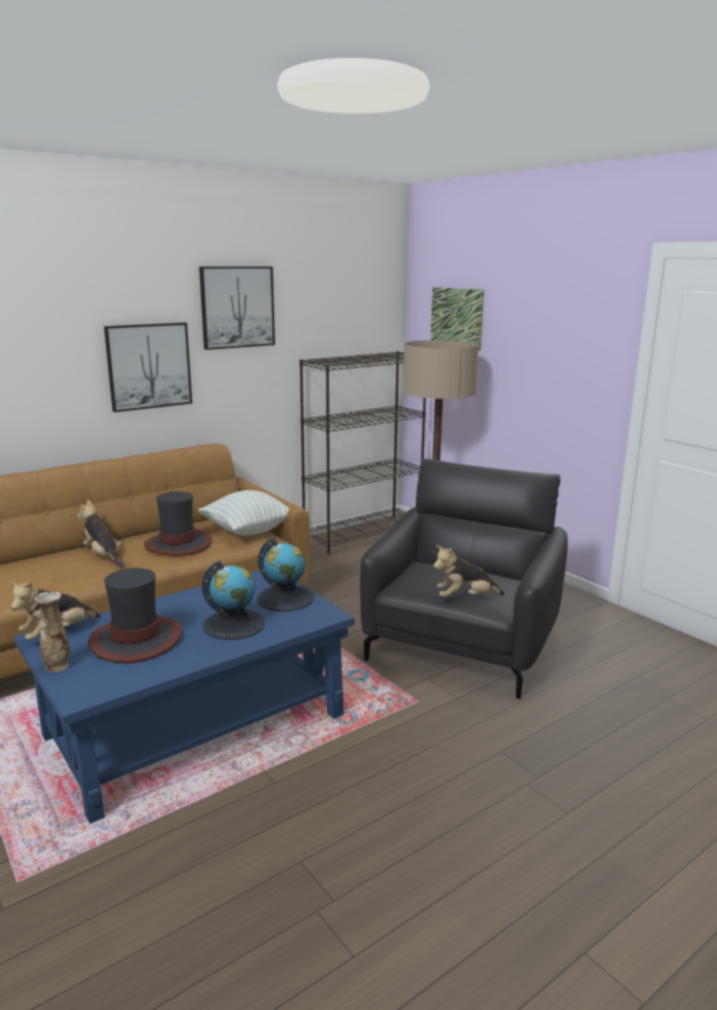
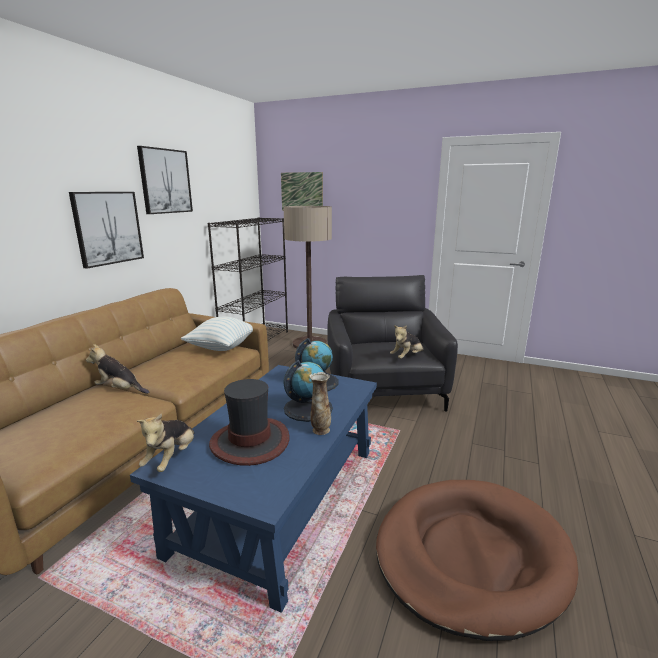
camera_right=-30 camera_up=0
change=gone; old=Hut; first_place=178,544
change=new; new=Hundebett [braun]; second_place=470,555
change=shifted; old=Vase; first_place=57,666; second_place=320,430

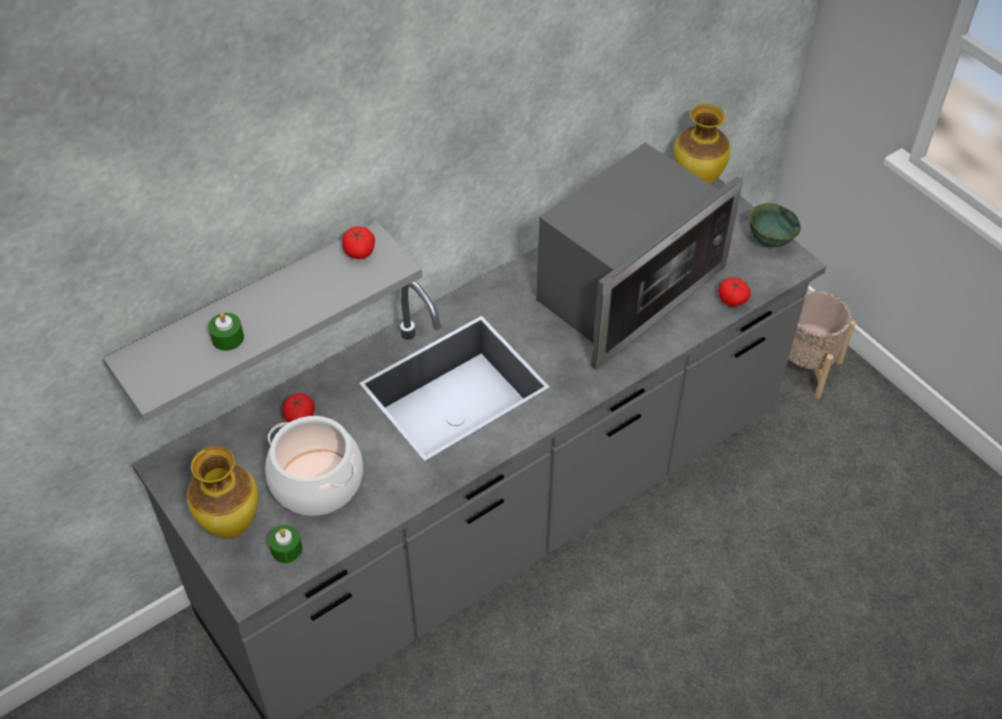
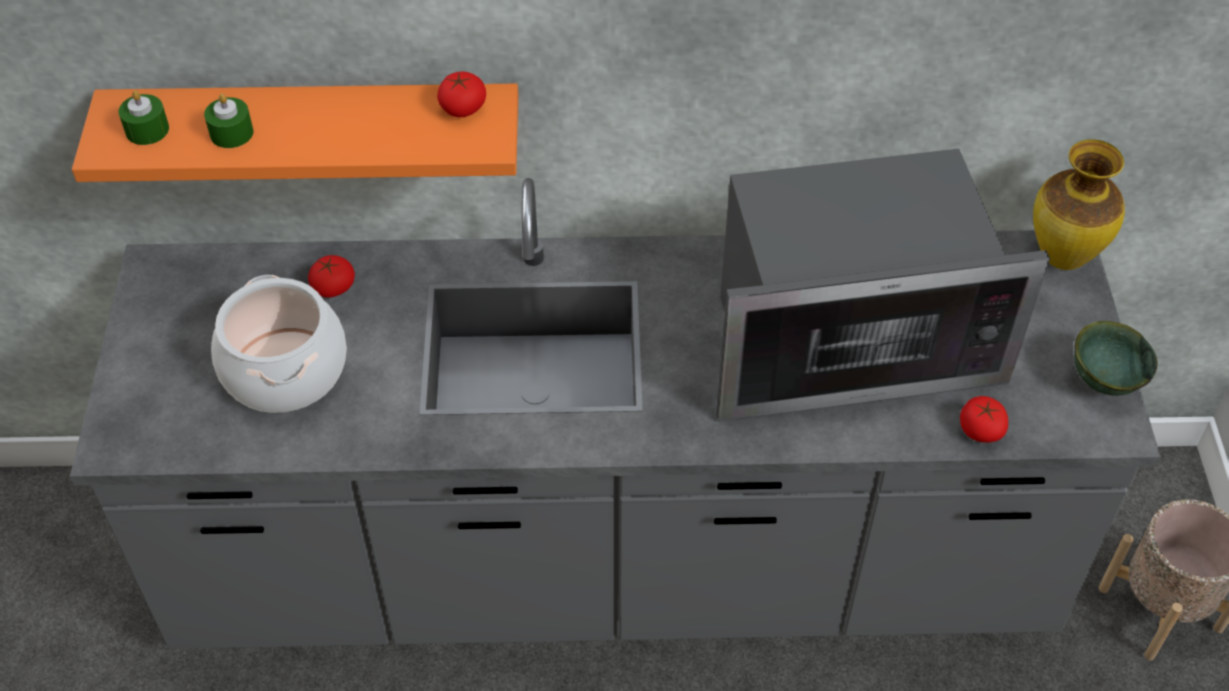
camera_right=35 camera_up=0
change=gone; old=Vase; first_place=233,526
change=shifted; old=Kerze [grün]; first_place=286,549; second_place=147,130
change=repainted; old=Wandregal [grau]; new=Wandregal [orange]; first_place=252,315; second_place=315,130

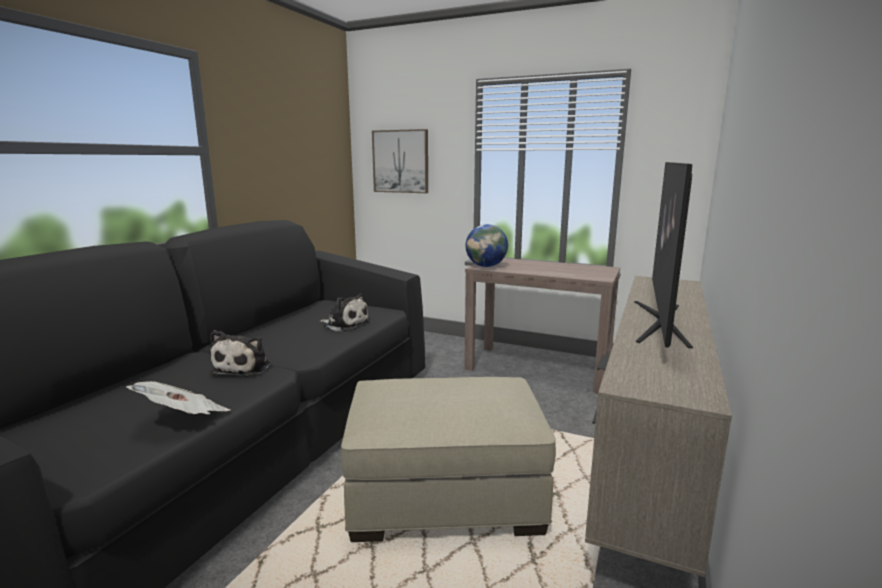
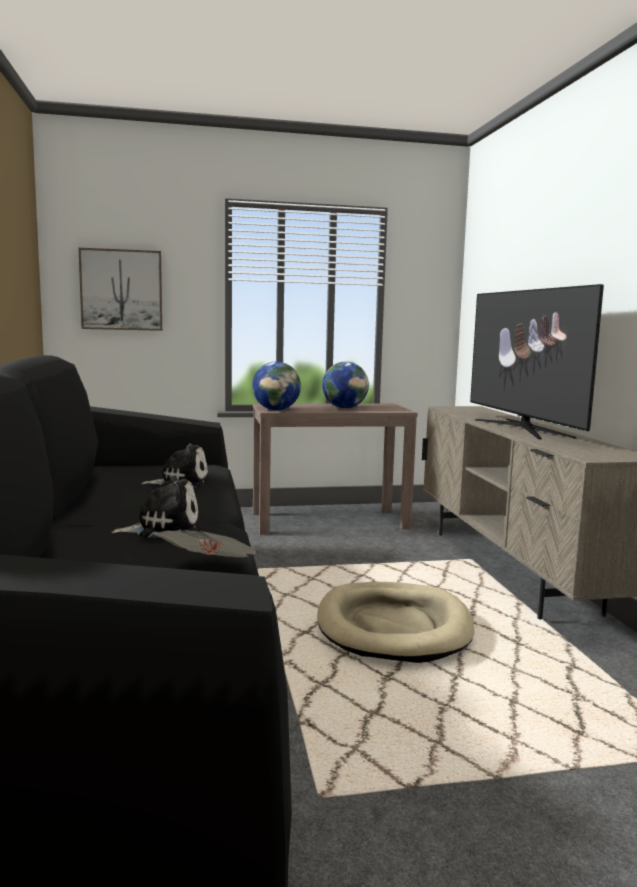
camera_right=-35 camera_up=-5
change=new; new=Globus; second_place=344,408
change=swapped; old=Polsterhocker [beige]; new=Hundebett [beige]; first_place=446,494; second_place=393,627
change=rotated; old=Plüschtier; first_place=244,367; second_place=163,528; degrees=-75

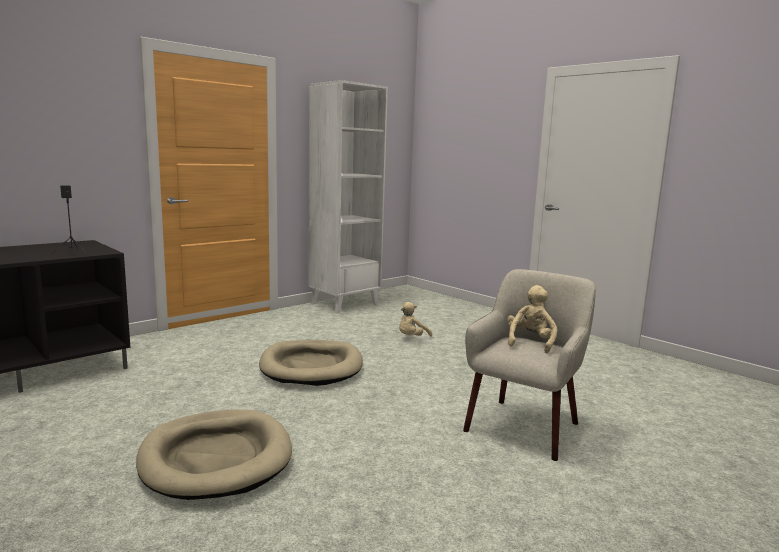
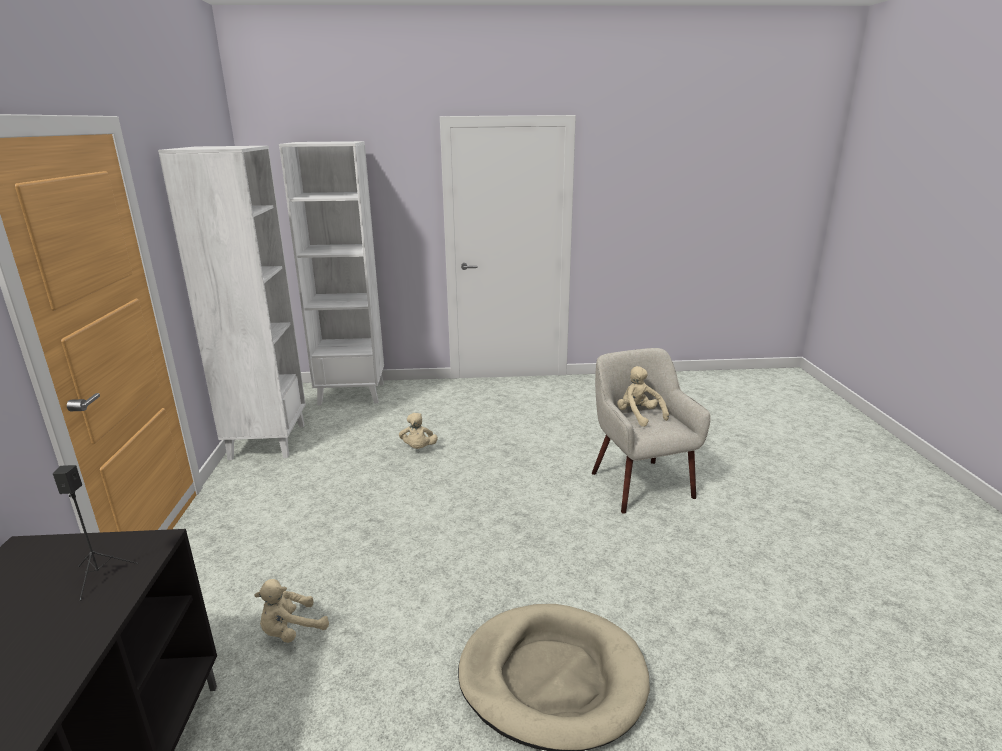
camera_right=-50 camera_up=10
change=gone; old=Hundebett [beige]; first_place=311,367
change=new; new=Plüschtier [beige]; second_place=291,631
change=new; new=Bücherregal [weiß]; second_place=352,393

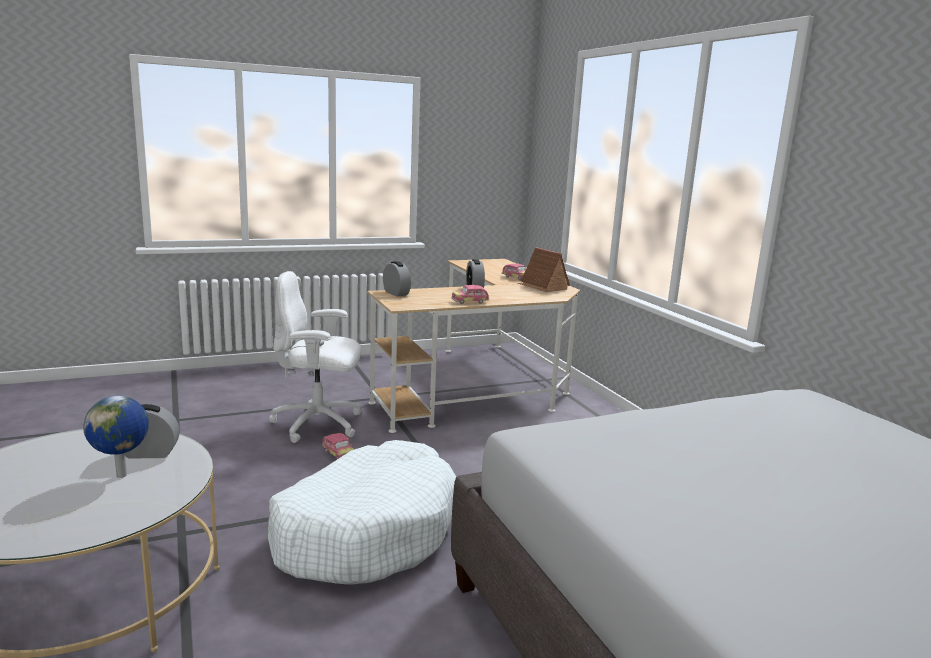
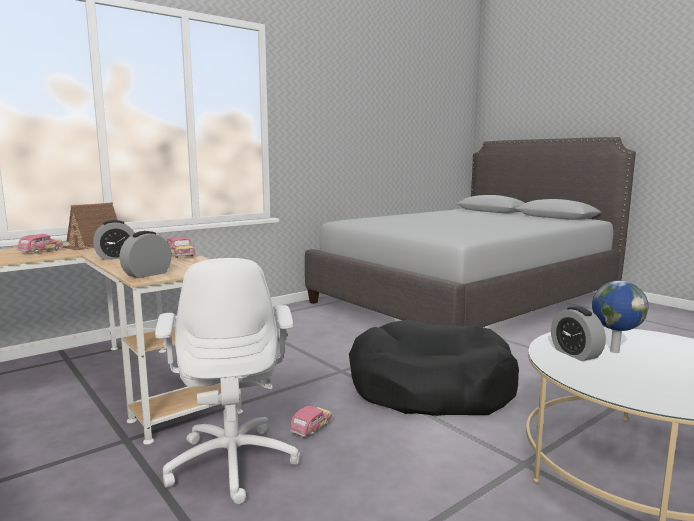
camera_right=-105 camera_up=-5
change=repainted; old=Hundebett [weiß]; new=Hundebett [schwarz]; first_place=366,531; second_place=430,388

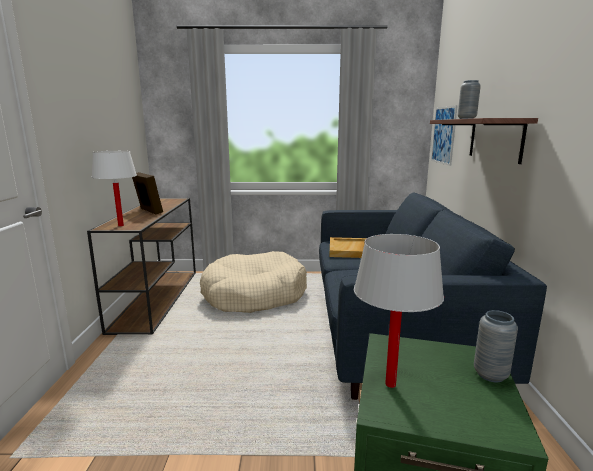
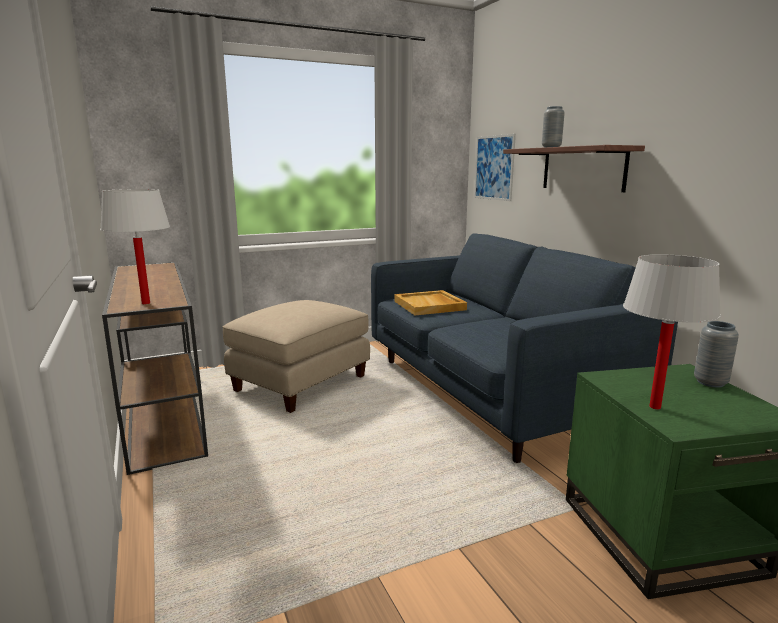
camera_right=-25 camera_up=0
change=gone; old=Bilderrahmen; first_place=149,211
change=swapped; old=Hundebett [beige]; new=Polsterhocker [beige]; first_place=254,294; second_place=300,383

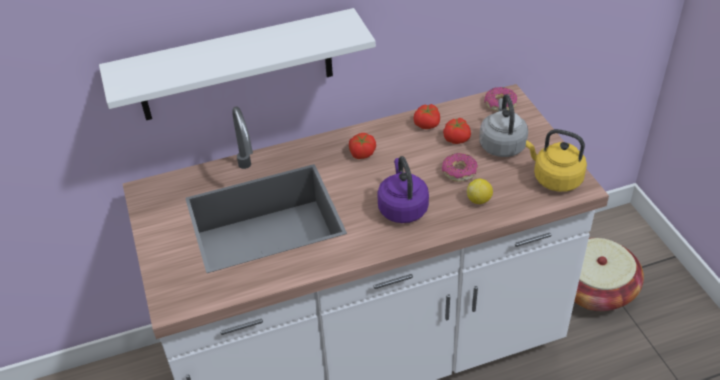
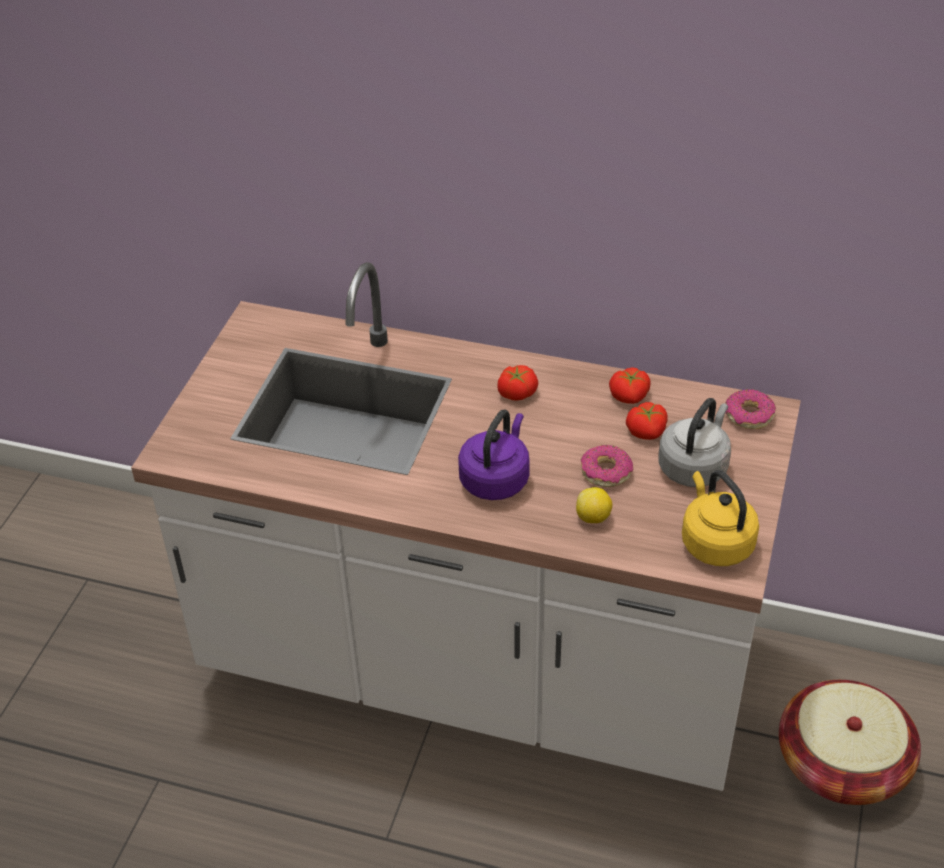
camera_right=35 camera_up=0
change=gone; old=Wandregal [weiß]; first_place=236,66

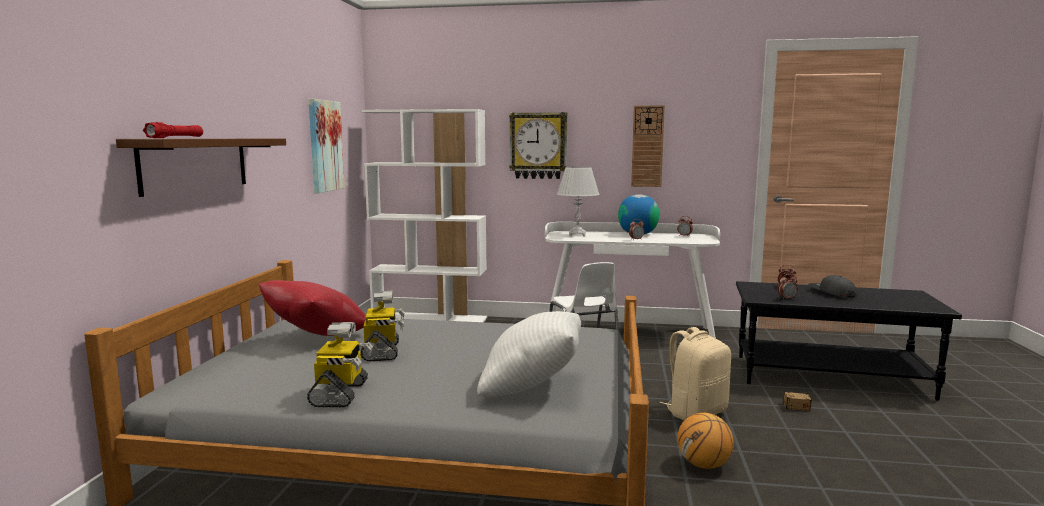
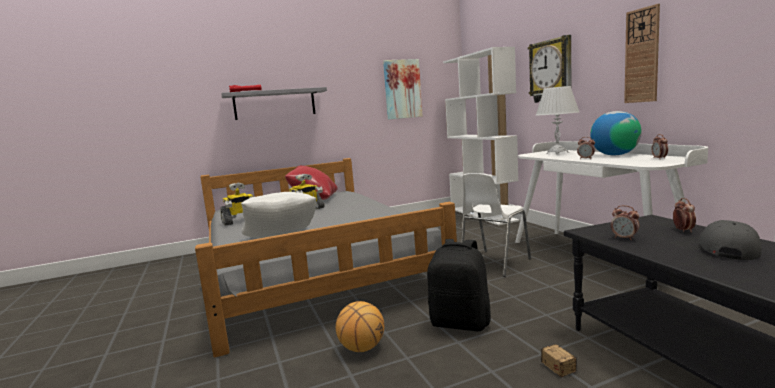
camera_right=60 camera_up=0
change=repainted; old=Wandregal [braun]; new=Wandregal [grau]; first_place=195,164; second_place=275,104
change=repainted; old=Rucksack [beige]; new=Rucksack [schwarz]; first_place=695,412; second_place=460,323

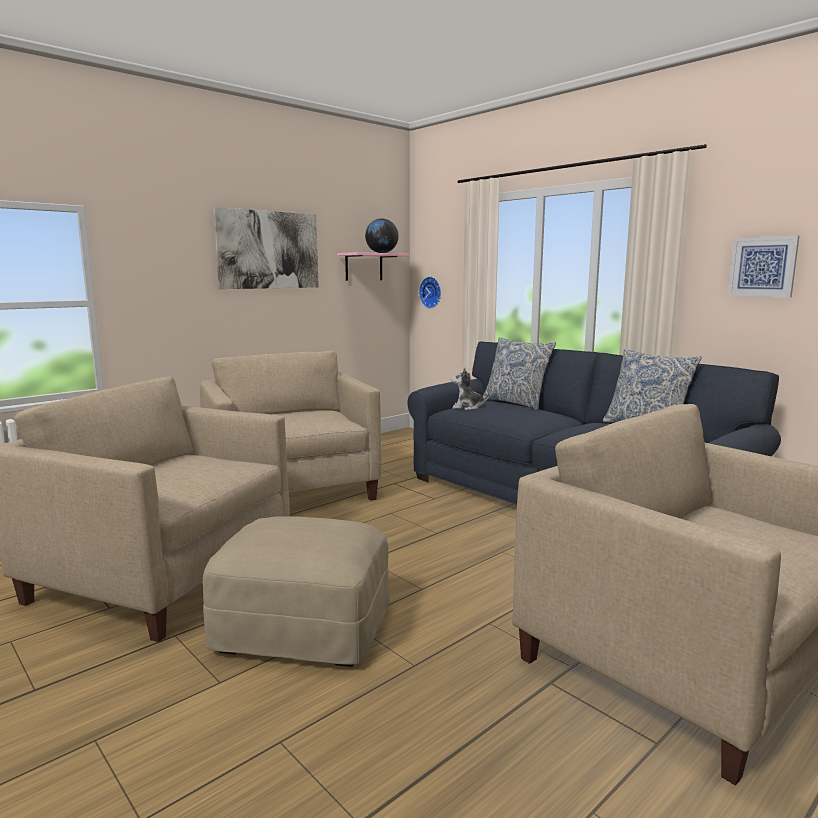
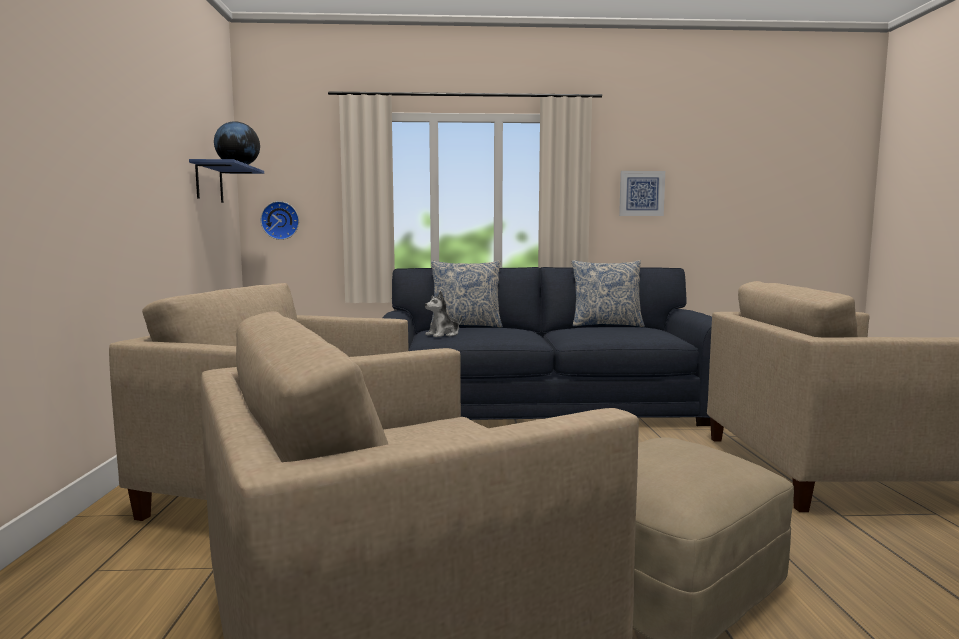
camera_right=-50 camera_up=-5
change=gone; old=Bild; first_place=269,250
change=repainted; old=Wandregal [rosa]; new=Wandregal [blau]; first_place=364,267; second_place=209,183

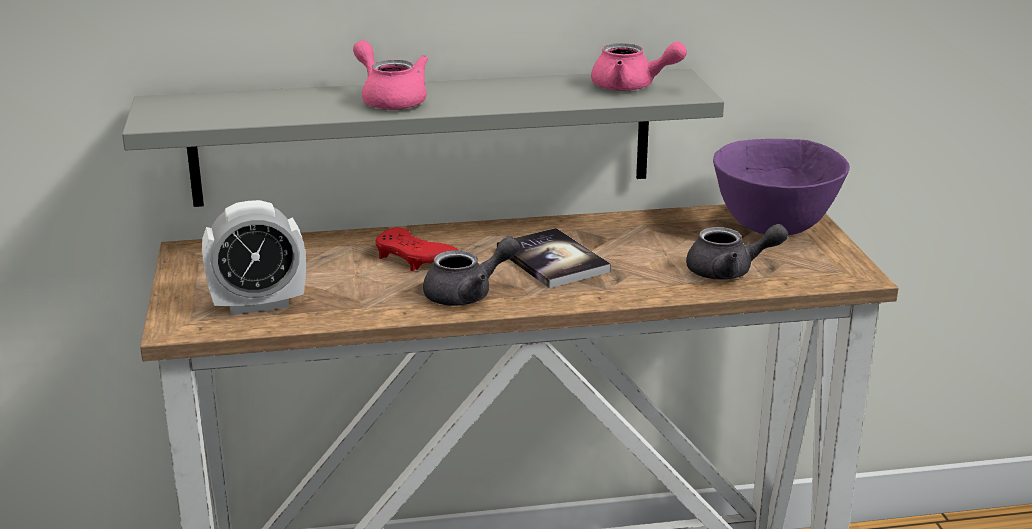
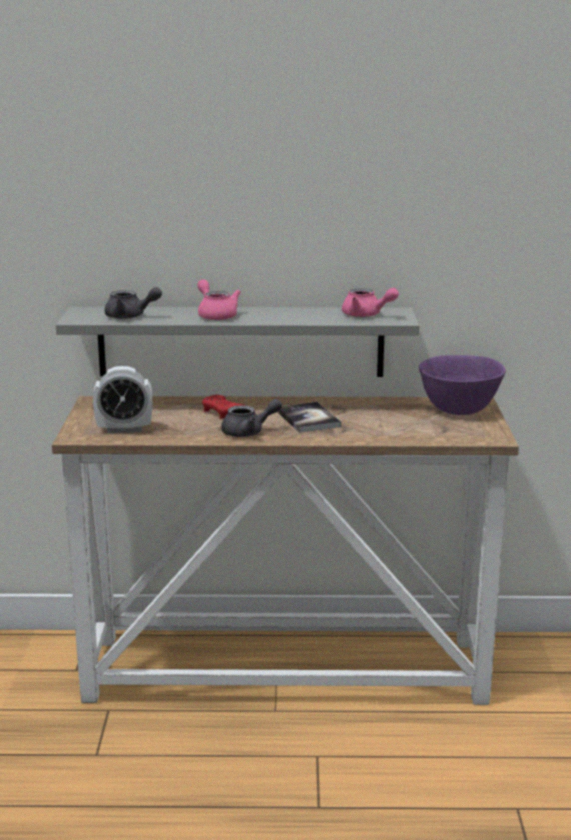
camera_right=10 camera_up=-5
change=shifted; old=Teekanne [grau]; first_place=729,271; second_place=130,316

